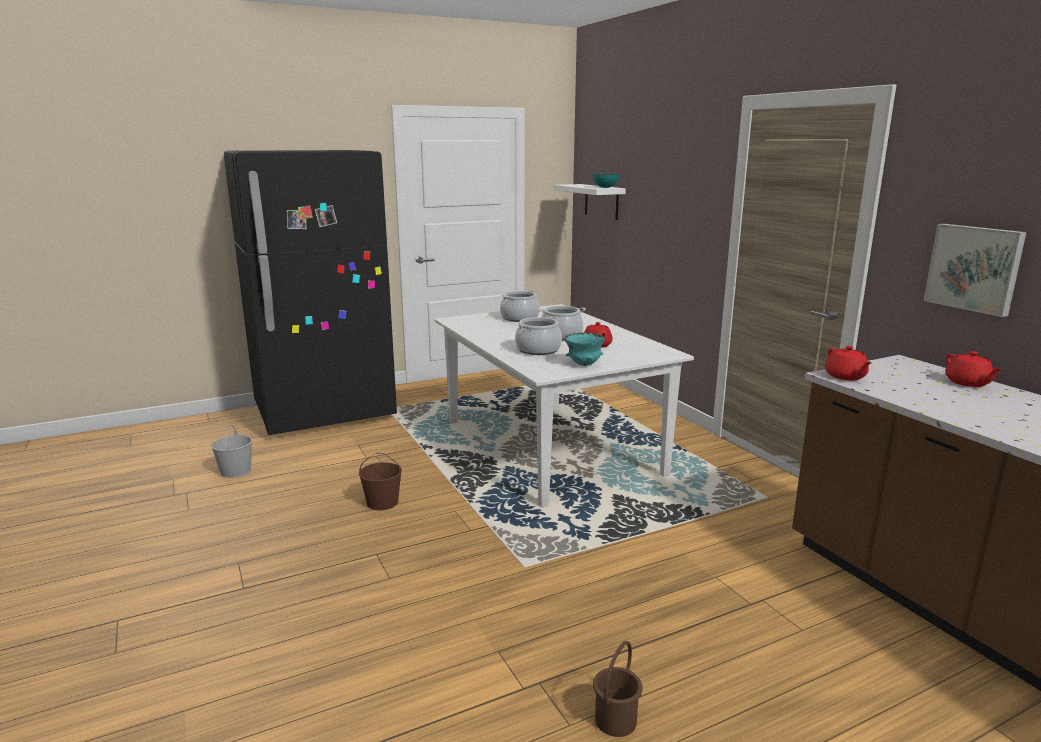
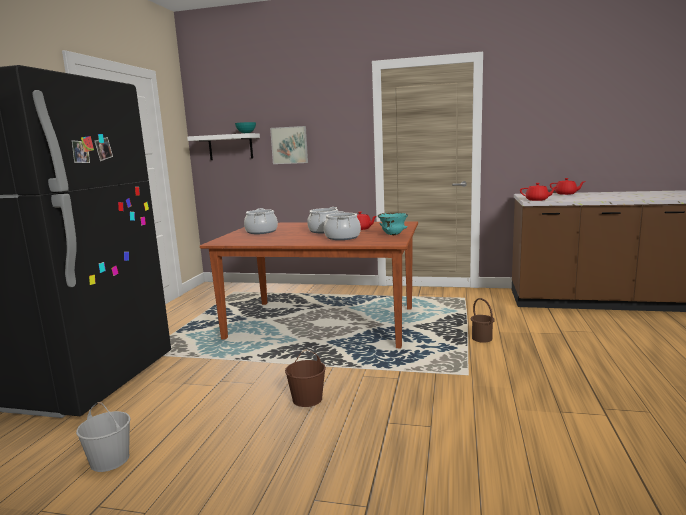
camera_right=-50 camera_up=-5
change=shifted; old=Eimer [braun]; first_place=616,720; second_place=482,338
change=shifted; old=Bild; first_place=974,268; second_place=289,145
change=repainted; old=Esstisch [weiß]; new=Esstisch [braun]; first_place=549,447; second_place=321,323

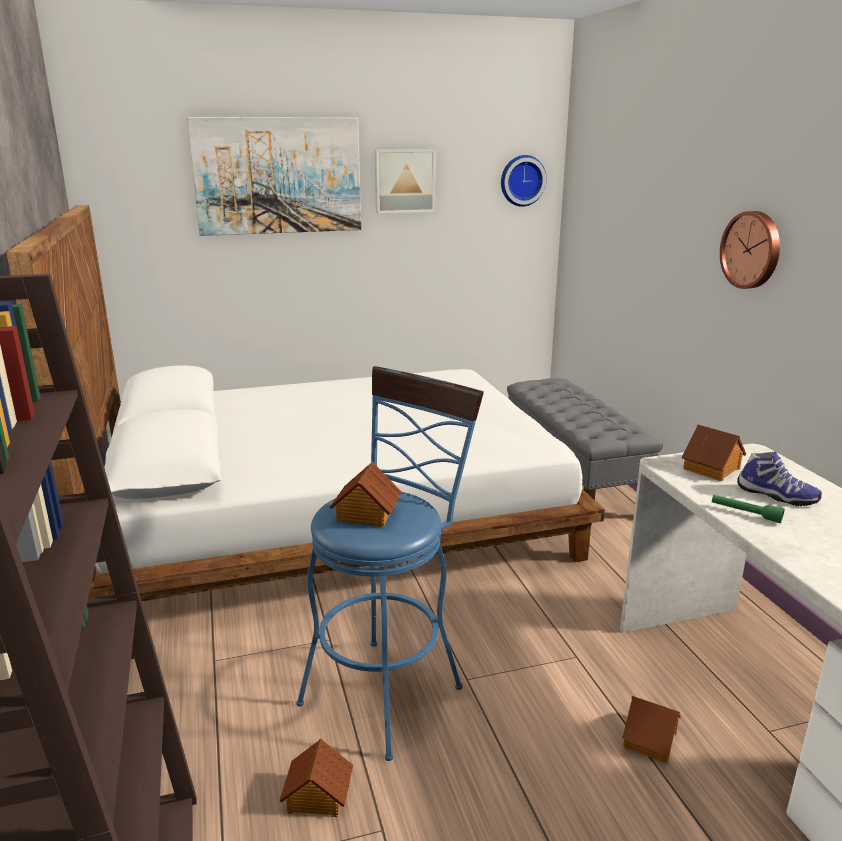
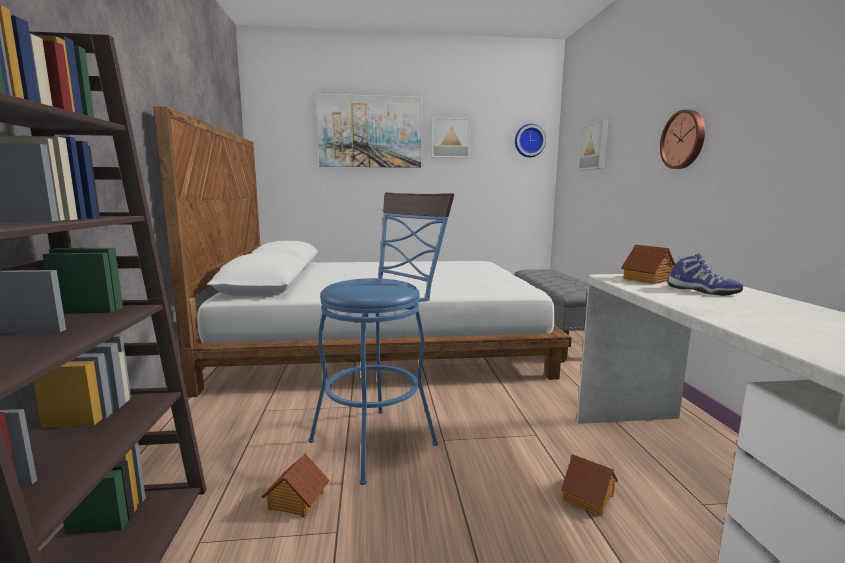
camera_right=10 camera_up=-10
change=gone; old=Spielzeughaus; first_place=365,514
change=gone; old=Taschenlampe [grün]; first_place=745,513
change=new; new=Bild; second_place=595,146

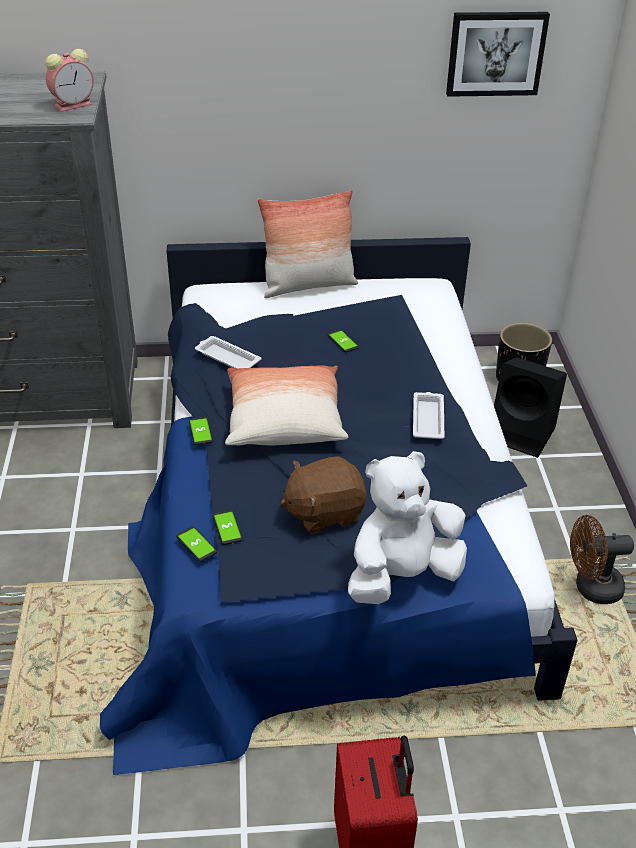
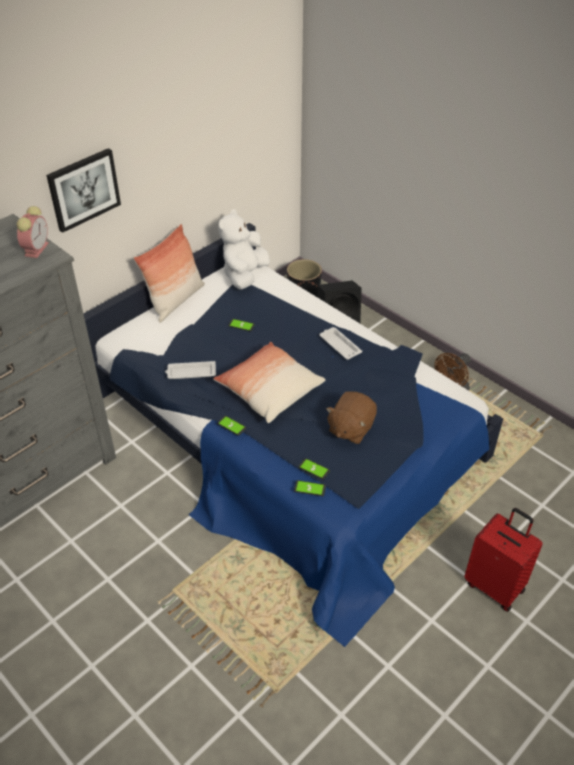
camera_right=-40 camera_up=5
change=shifted; old=Plüschtier [weiß]; first_place=402,576; second_place=244,275
change=shifted; old=Bild; first_place=495,53; second_place=83,189

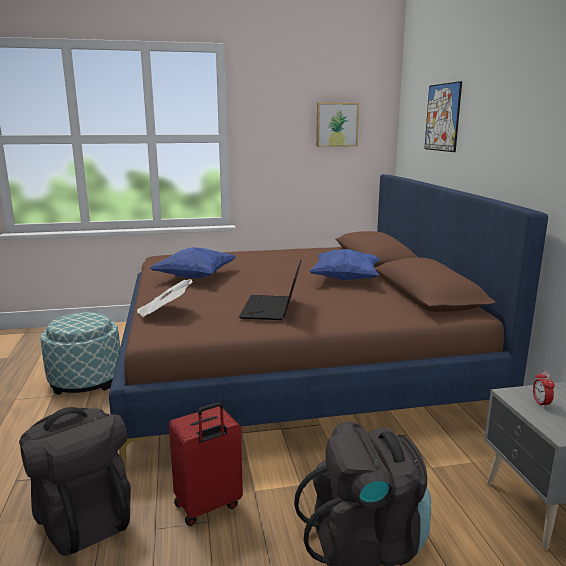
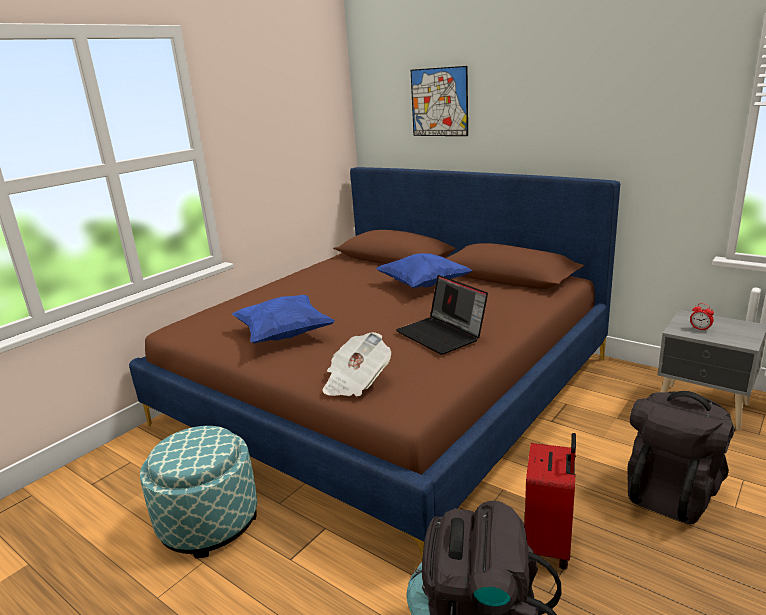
camera_right=-40 camera_up=5
change=gone; old=Bild; first_place=336,124

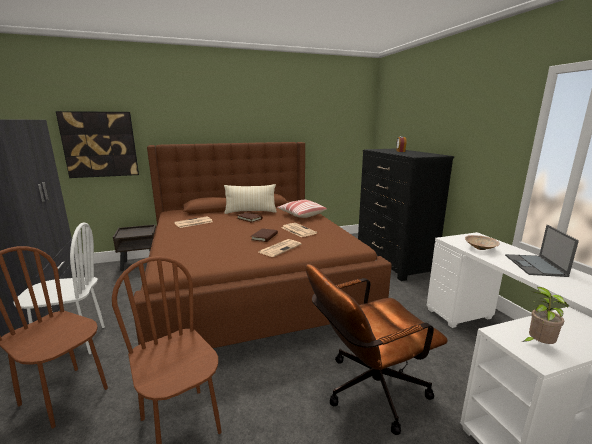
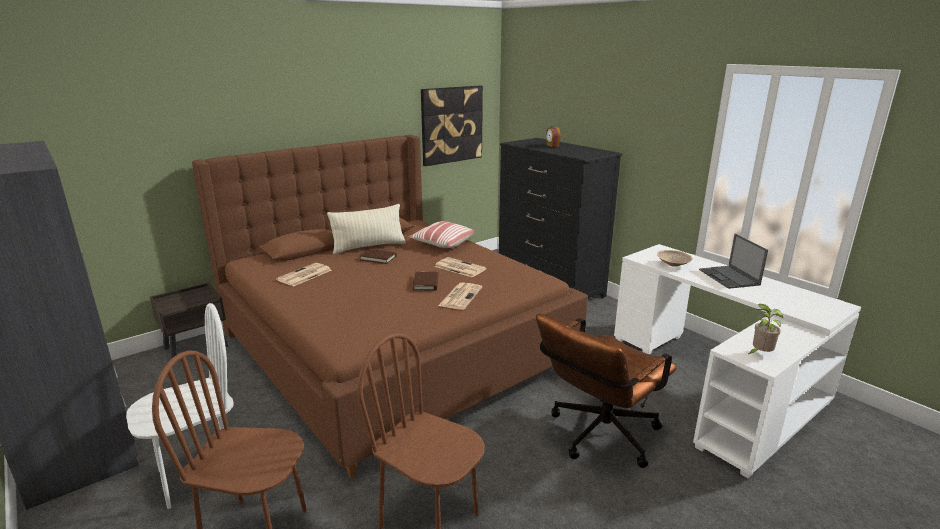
camera_right=-20 camera_up=5
change=shifted; old=Bild; first_place=100,144; second_place=451,125

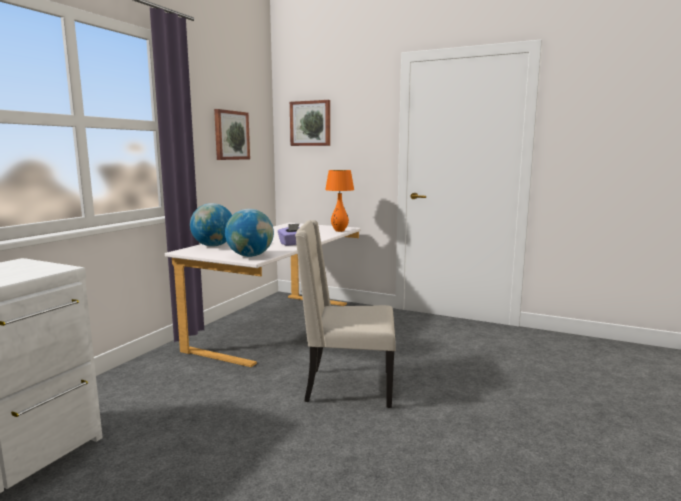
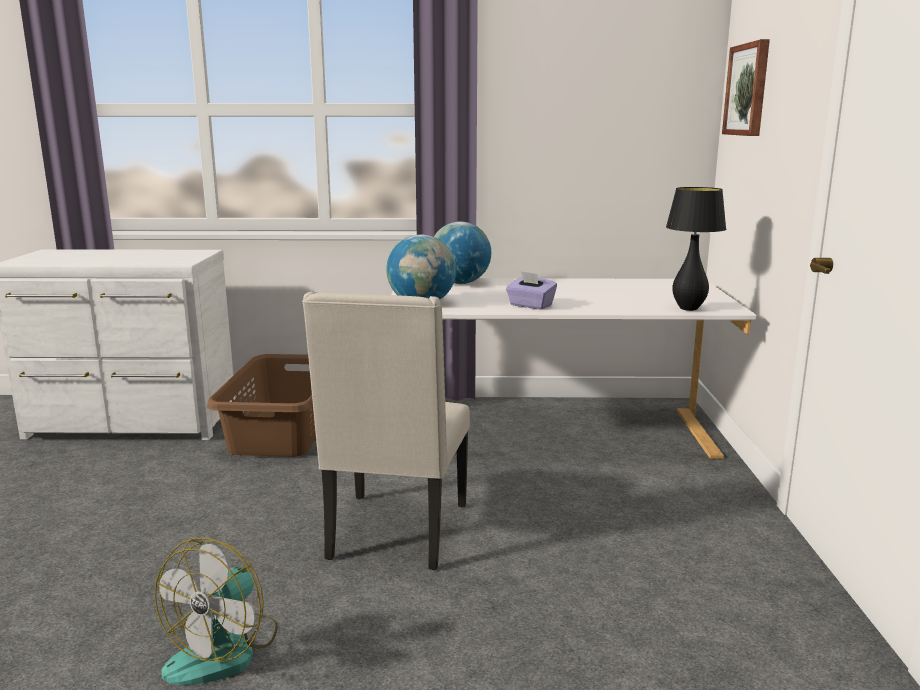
camera_right=65 camera_up=5
change=gone; old=Bild; first_place=231,135
change=new; new=Ventilator; second_place=224,650
change=new; new=Wäschekorb [braun]; second_place=284,431
change=repainted; old=Tischlampe [orange]; new=Tischlampe [schwarz]; first_place=339,231; second_place=688,309
change=rotated; old=Stuhl [beige]; first_place=347,387; second_place=396,532; degrees=-150

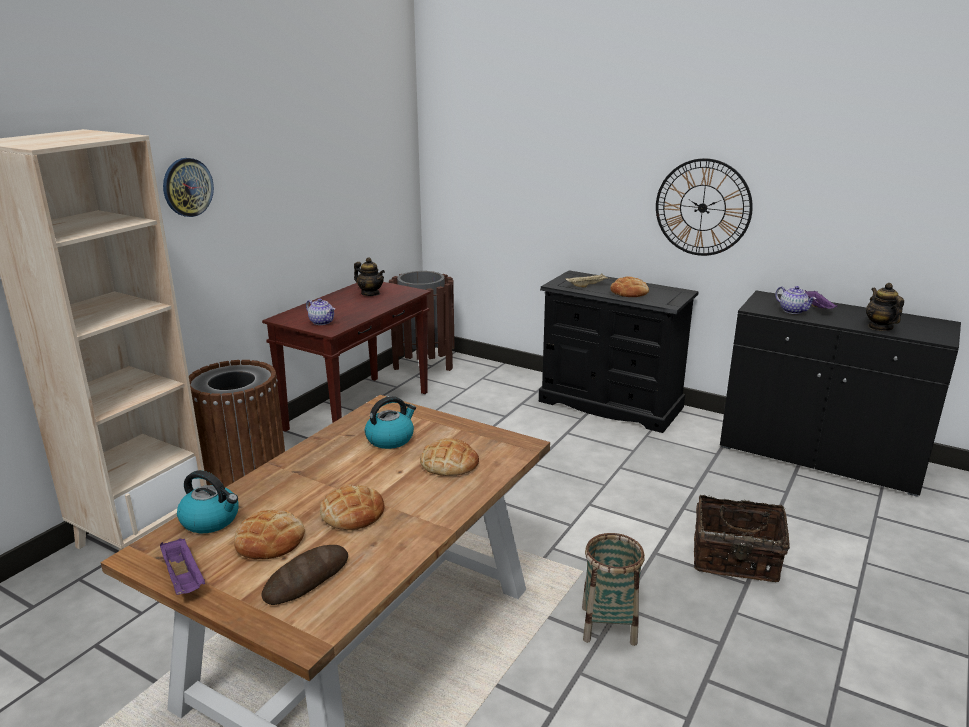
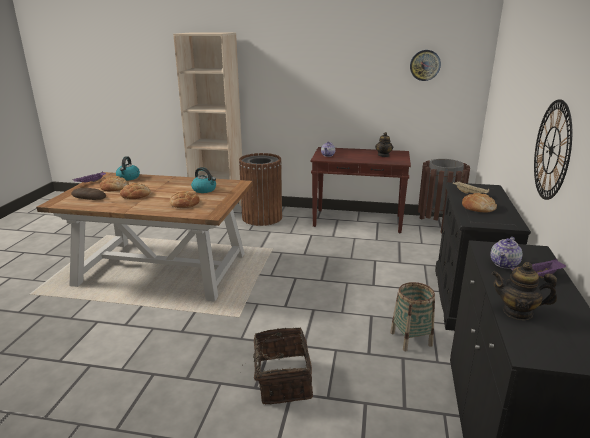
camera_right=70 camera_up=0
change=shifted; old=Wanduhr; first_place=187,187; second_place=425,65
change=shifted; old=Korb; first_place=609,625; second_place=411,339
change=rotated; old=Teekanne; first_place=880,327; second_place=517,312; degrees=-135

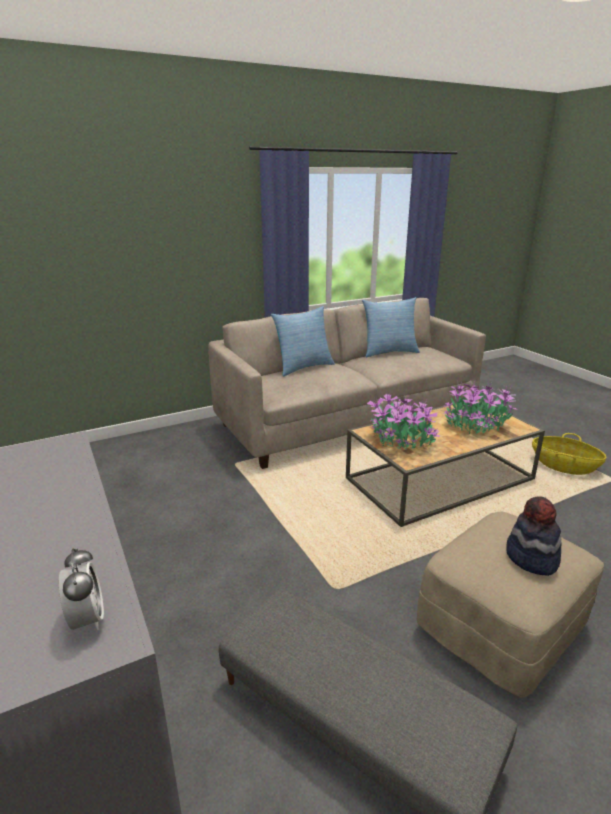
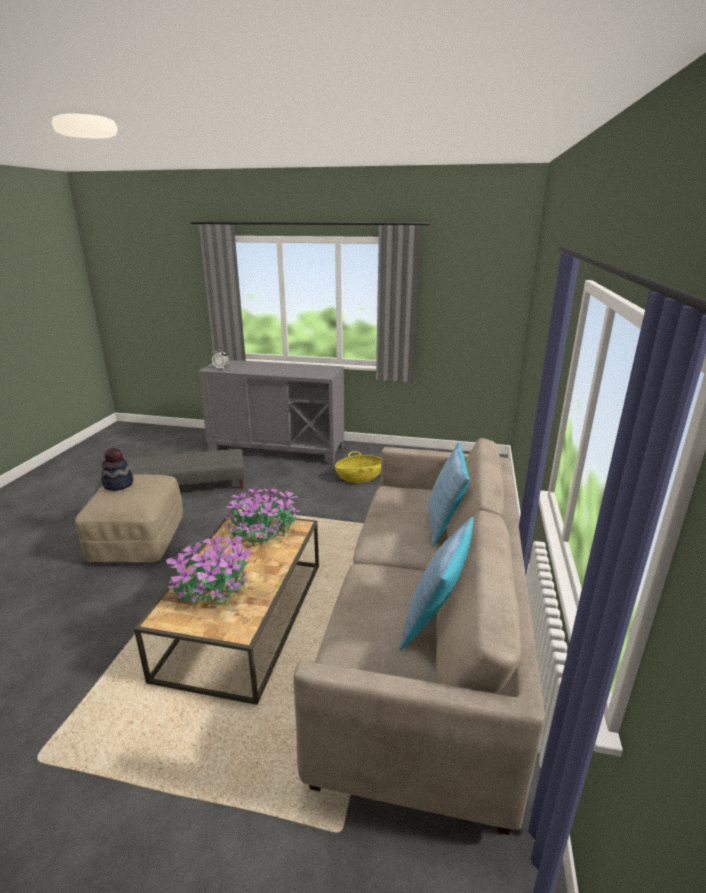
camera_right=130 camera_up=0
change=shifted; old=Korb; first_place=564,466; second_place=360,477

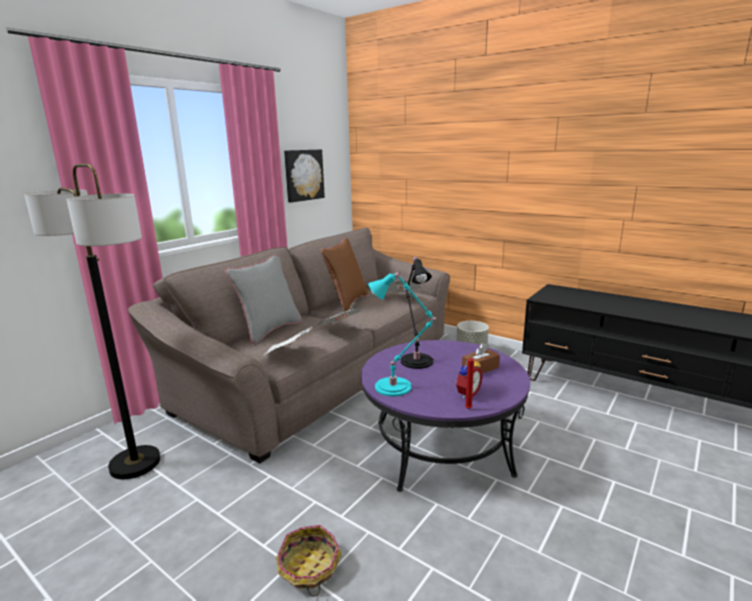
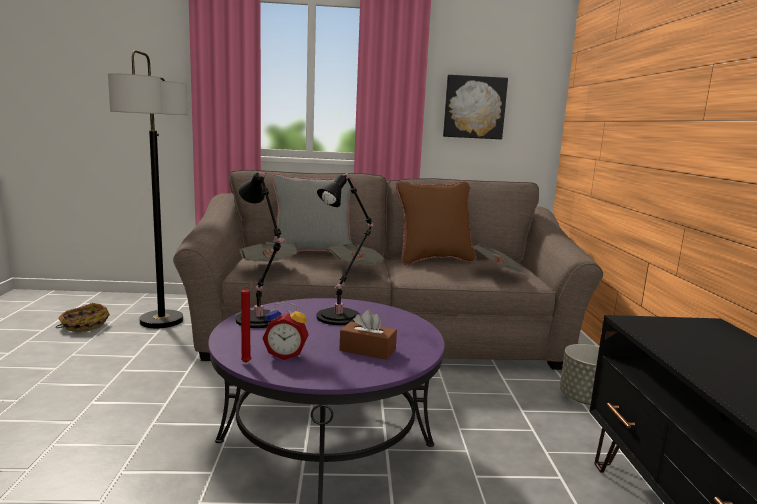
camera_right=50 camera_up=-5
change=shifted; old=Korb; first_place=309,568; second_place=83,325
change=repainted; old=Tischlampe [türkis]; new=Tischlampe [schwarz]; first_place=396,387; second_place=260,321

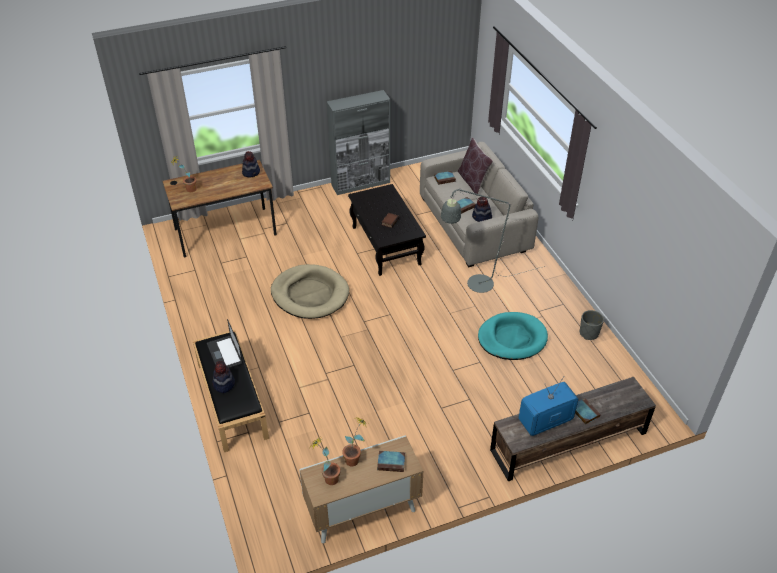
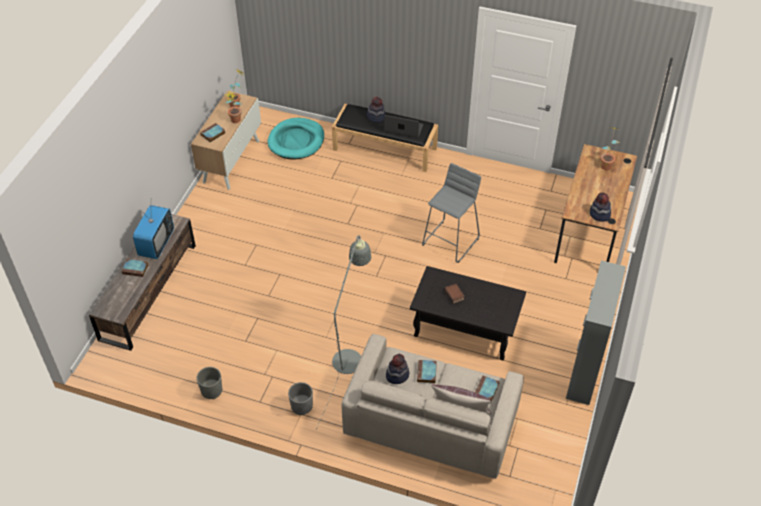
camera_right=130 camera_up=5
change=new; new=Pflanzkübel [grau]; second_place=301,406
change=shifted; old=Hundebett [türkis]; first_place=512,338; second_place=296,141
change=swapped; old=Hundebett [beige]; new=Hocker [grau]; first_place=310,294; second_place=450,241

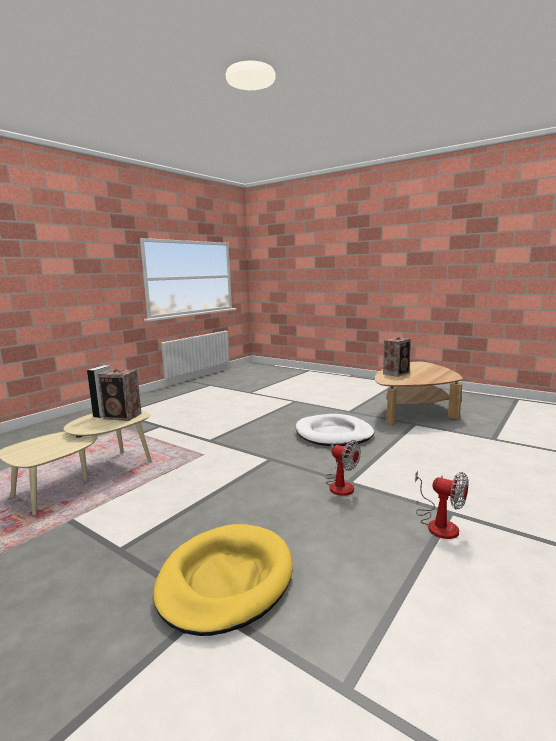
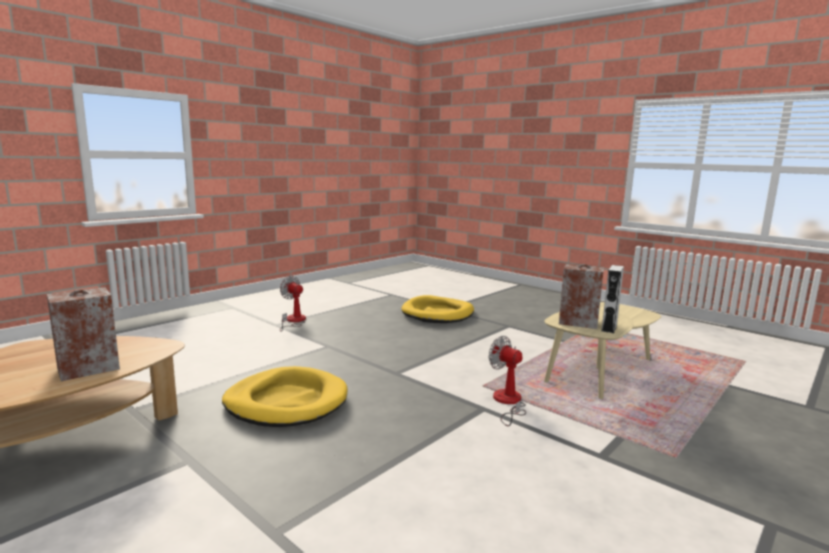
camera_right=-175 camera_up=0
change=shifted; old=Ventilator; first_place=340,484; second_place=508,403
change=repainted; old=Hundebett [weiß]; new=Hundebett [gelb]; first_place=334,434; second_place=286,402

